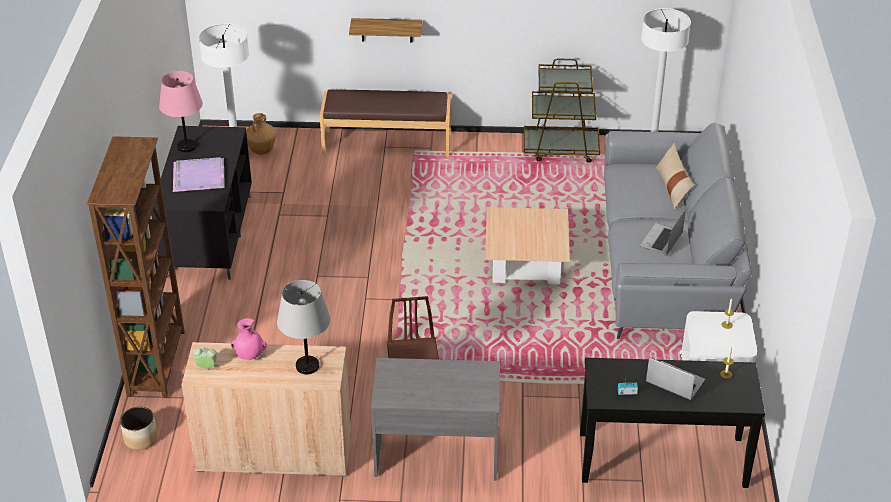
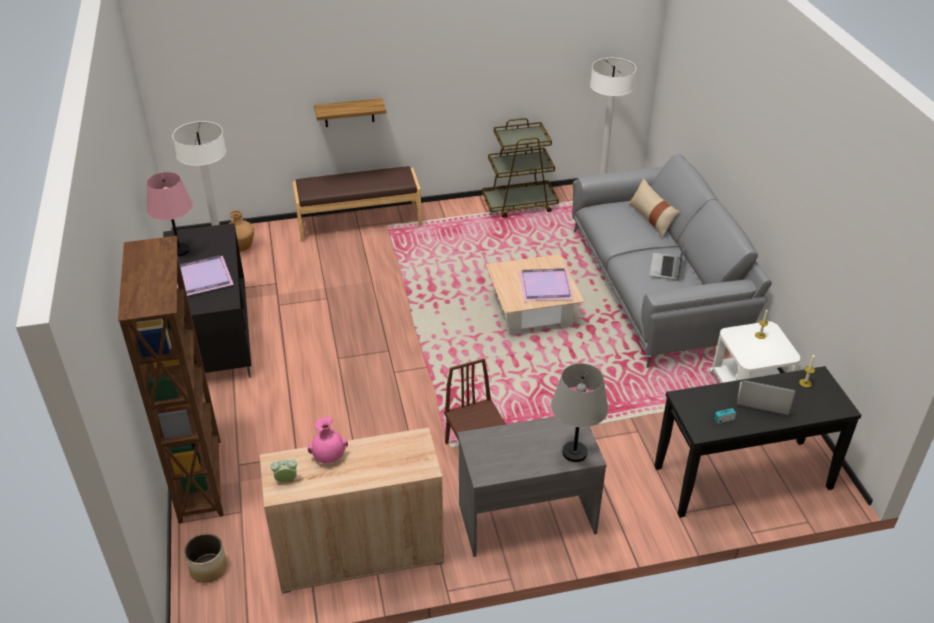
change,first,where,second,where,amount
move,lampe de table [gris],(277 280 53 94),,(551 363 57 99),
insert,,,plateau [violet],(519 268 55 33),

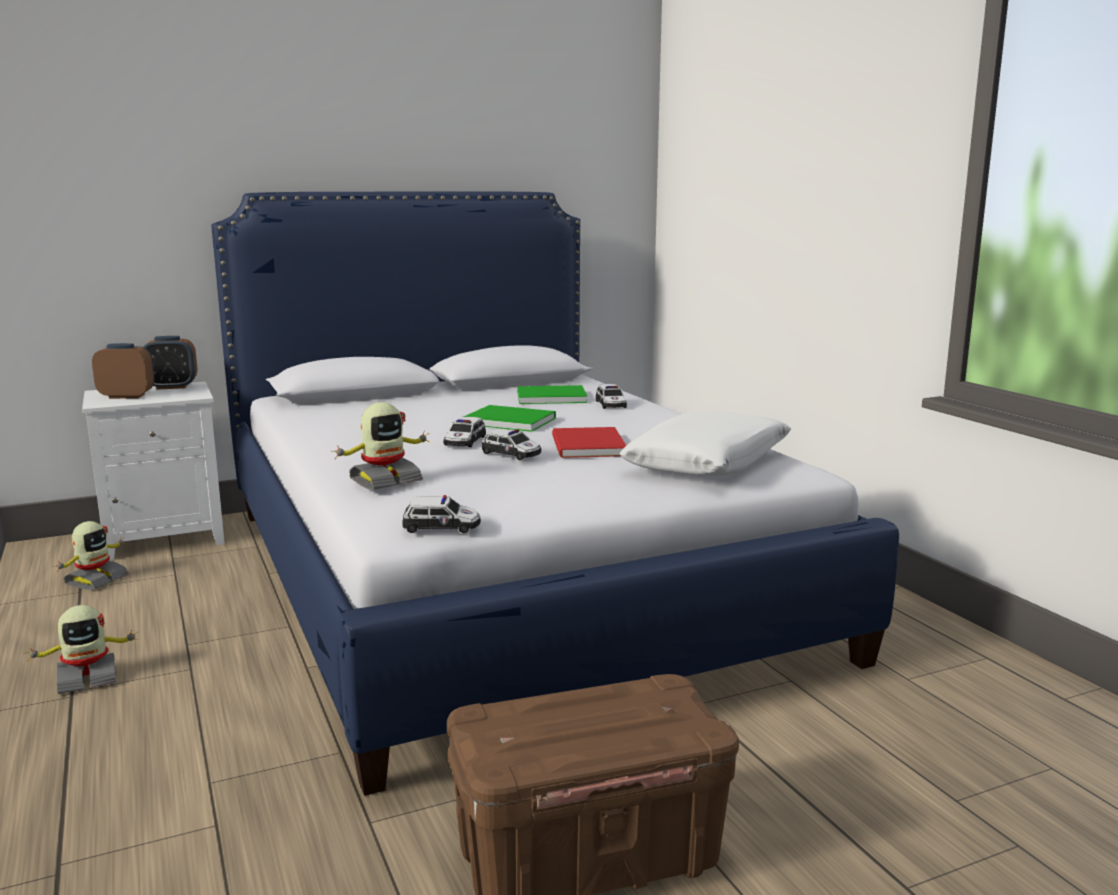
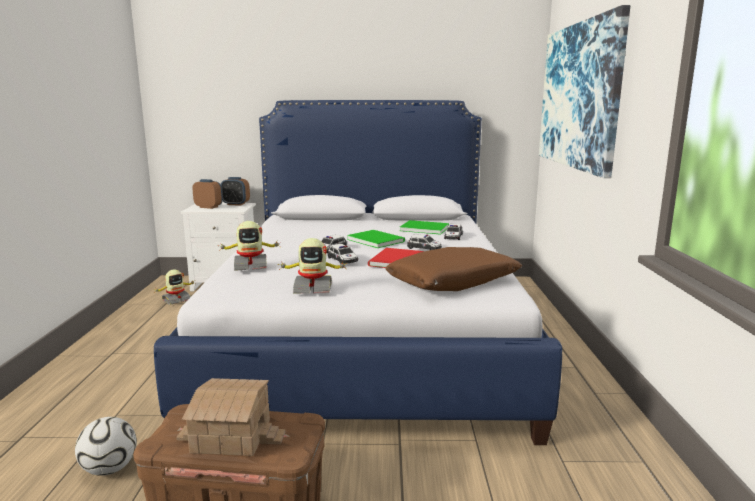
change,first,where,second,where,amount
move,robot jouet,(24 605 114 89),,(277 238 71 55),
move,petite voiture,(402 495 79 38),,(407 234 35 16),
recolor,coussin [blanc],(619 411 172 65),coussin [marron],(385 247 137 44),
insert,,,ballon de foot,(75 417 62 59),
insert,,,maison miniature,(176 378 109 78),
insert,,,tableau,(539 5 91 173),

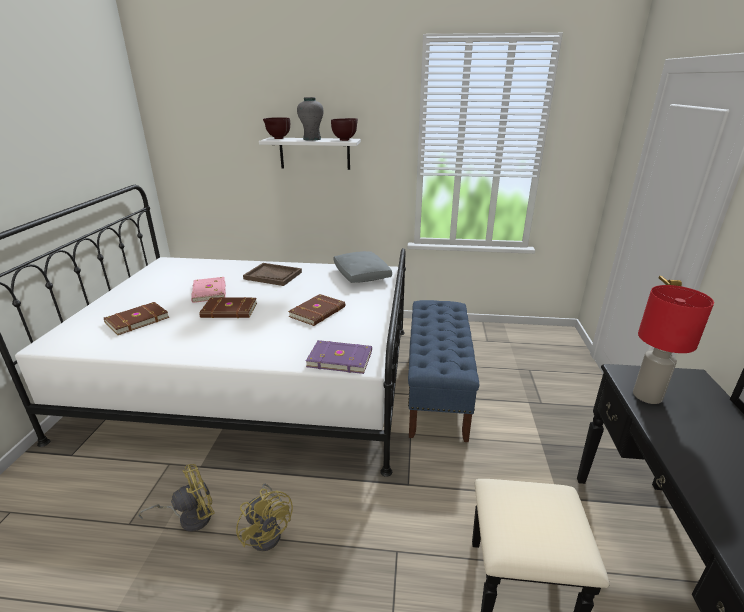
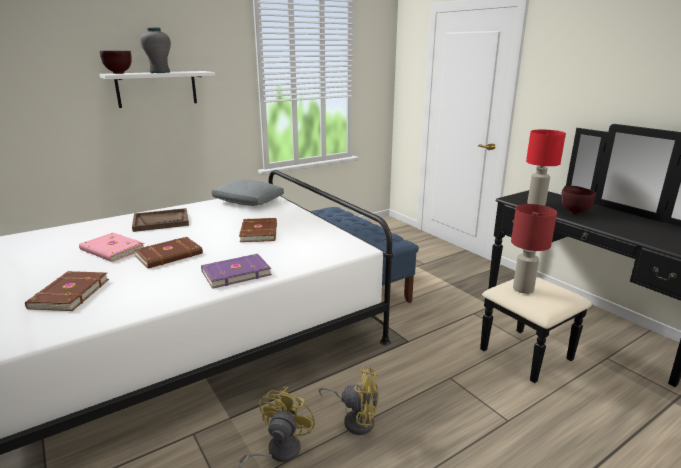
change,first,where,second,where,amount
move,livre [violet],(306 340 66 34),,(201 254 71 35),
move,bol [marron],(331 118 27 23),,(561 186 35 29),
insert,,,lampe de table [rouge],(511 204 46 90),

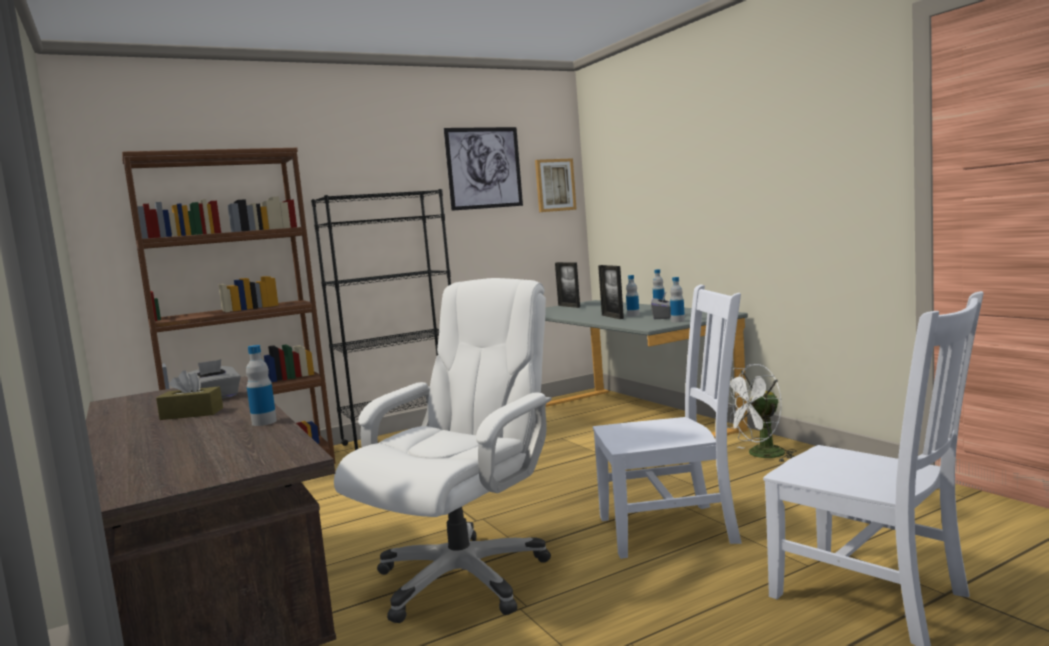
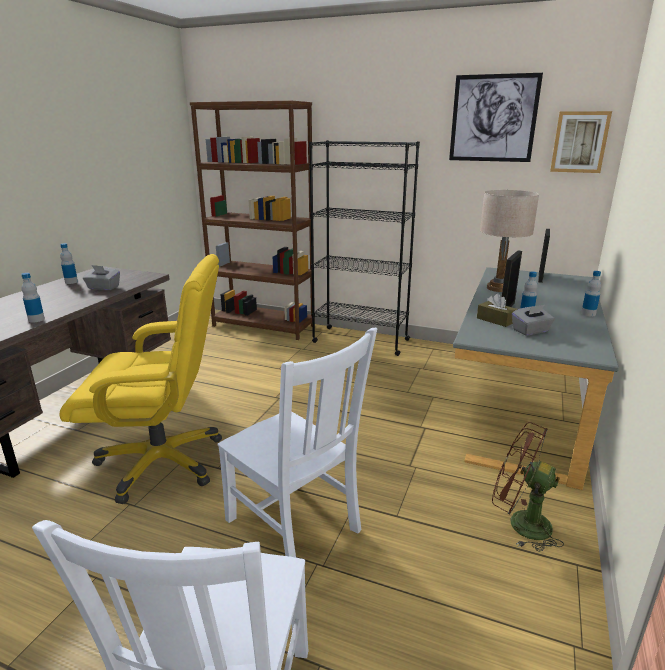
change,first,where,second,where,amount
move,boîte à mouchoirs [marron],(156 370 67 50),,(477 293 40 34),
recolor,chaise de bureau [blanc],(334 278 218 345),chaise de bureau [jaune],(59 254 163 250),
move,bouteille,(670 277 15 45),,(60 243 18 41),
recolor,ventilateur [blanc],(728 364 68 98),ventilateur [marron],(492 422 72 130),
insert,,,lampe de table [beige],(480 190 59 102),

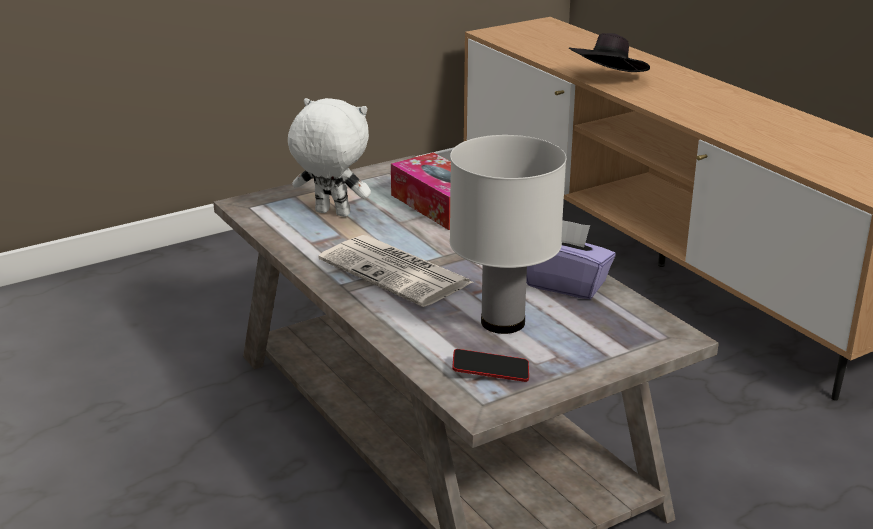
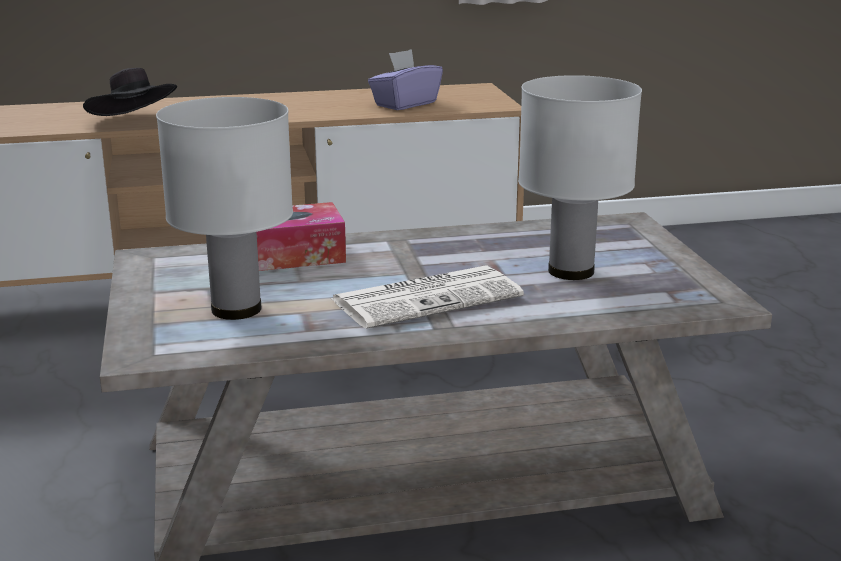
change,first,where,second,where,amount
replace,peluche [blanc],(288 98 83 119),lampe de table [blanc],(156 97 137 223),
delete,téléphone,(452 349 77 33),,,
move,boîte à mouchoirs [violet],(526 221 90 79),,(368 49 75 61),

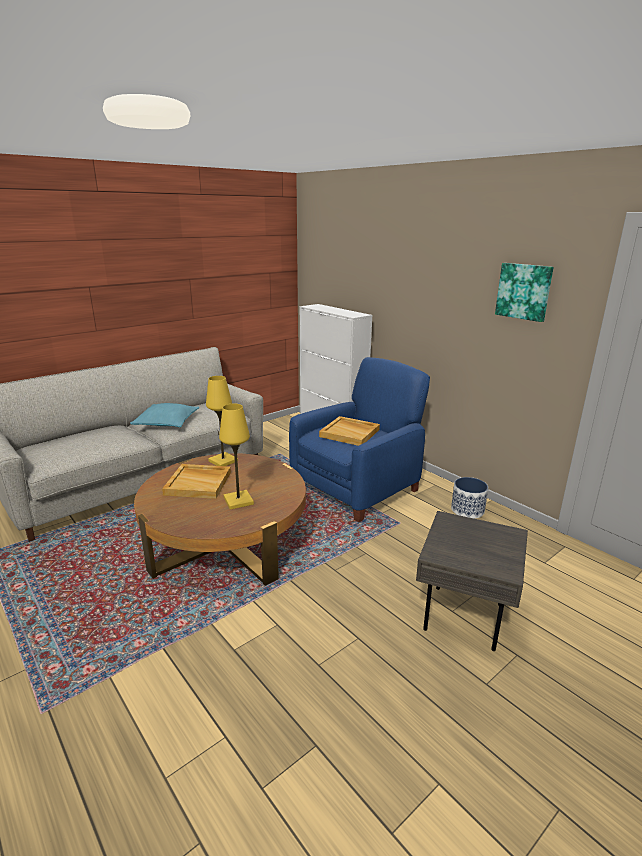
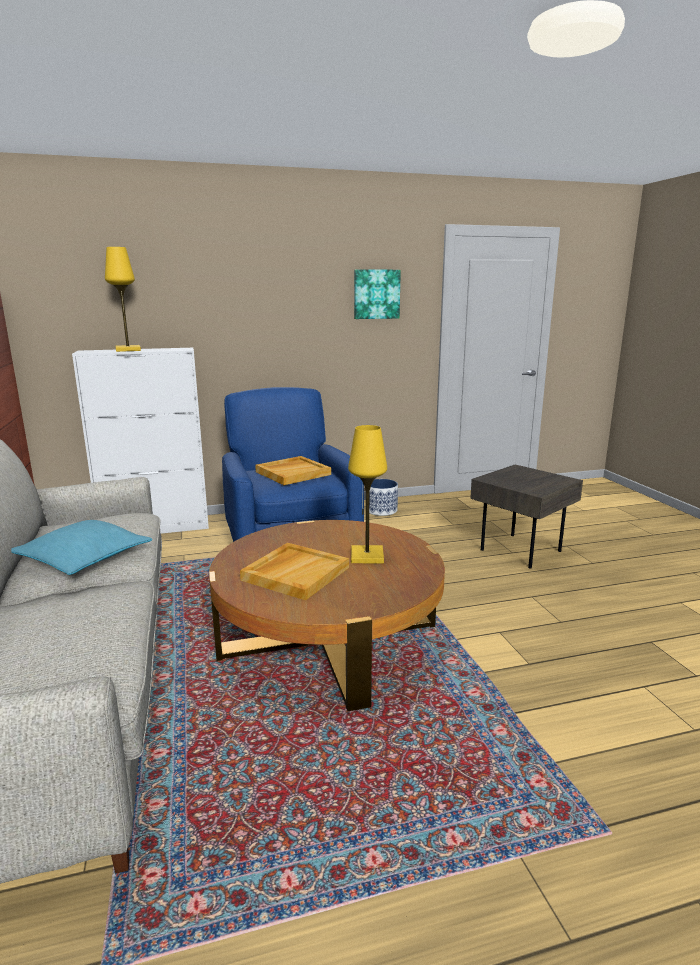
change,first,where,second,where,amount
move,lampe de table [jaune],(206 376 32 90),,(105 247 36 105),

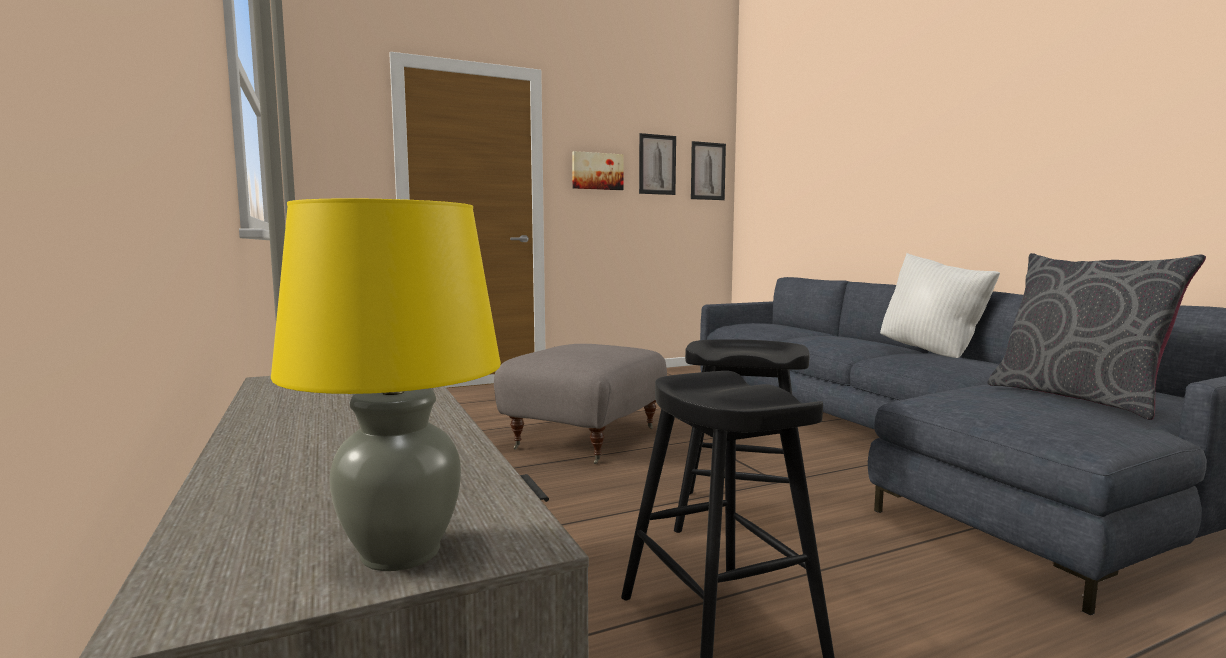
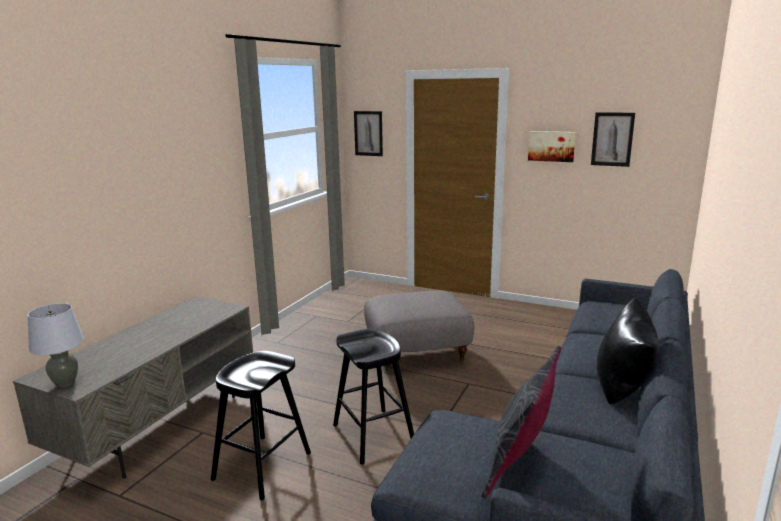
change,first,where,second,where,amount
recolor,lampe de table [jaune],(271 198 230 373),lampe de table [gris],(28 303 56 84),
move,tableau,(691 141 35 59),,(354 111 29 45),
recolor,coussin [blanc],(880 253 120 105),coussin [noir],(597 297 62 107),

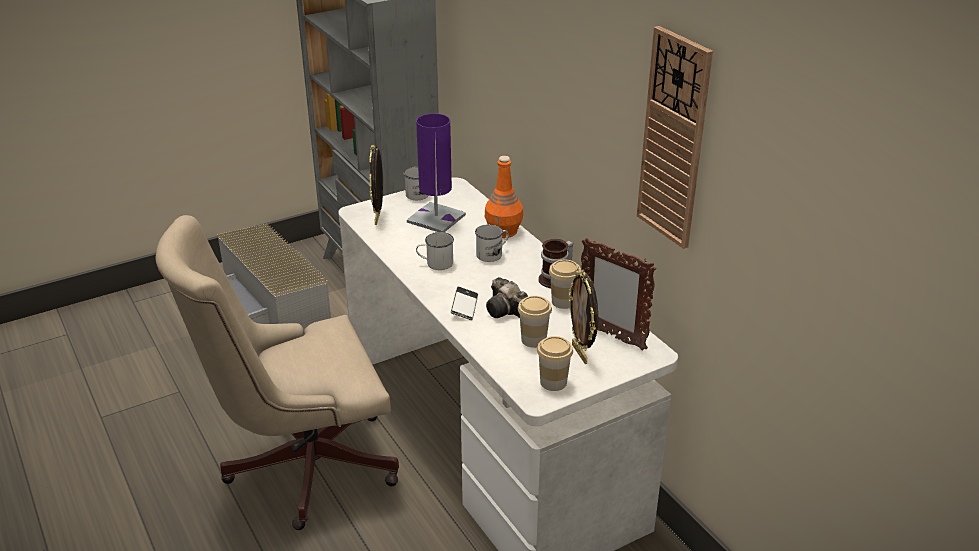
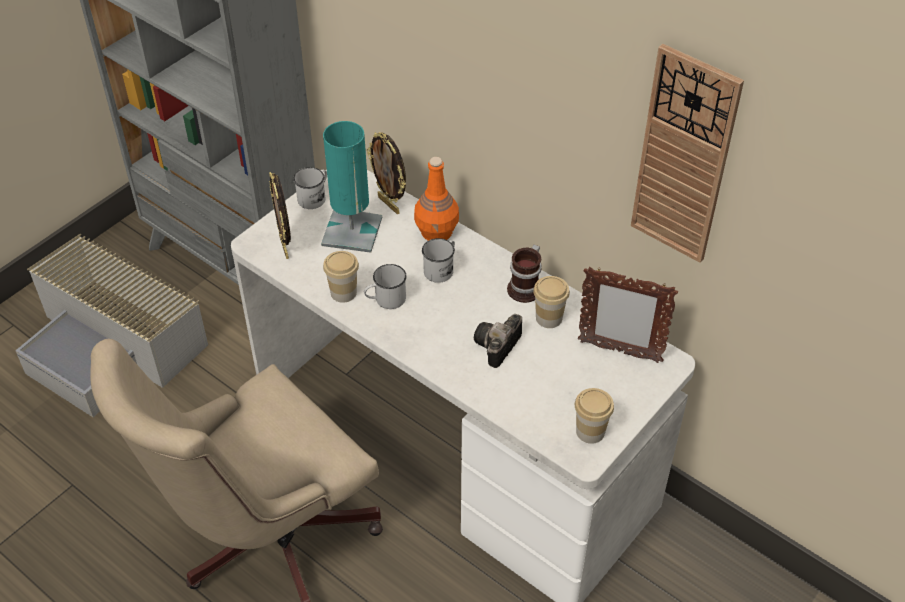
change,first,where,second,where,amount
recolor,lampe de table [violet],(407 113 59 119),lampe de table [turquoise],(321 121 61 132),
delete,téléphone,(451 287 27 33),,,
rotate,appareil photo,(486 277 42 41),,(474 314 48 54),90 degrees clockwise
move,tasse,(518 296 34 52),,(323 251 36 52),
move,cadre photo,(568 270 30 94),,(367 132 39 82),

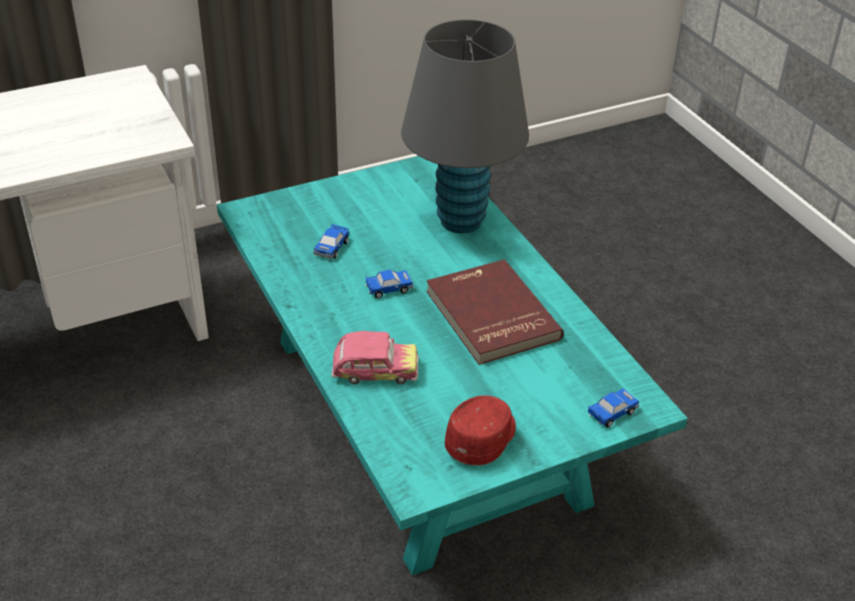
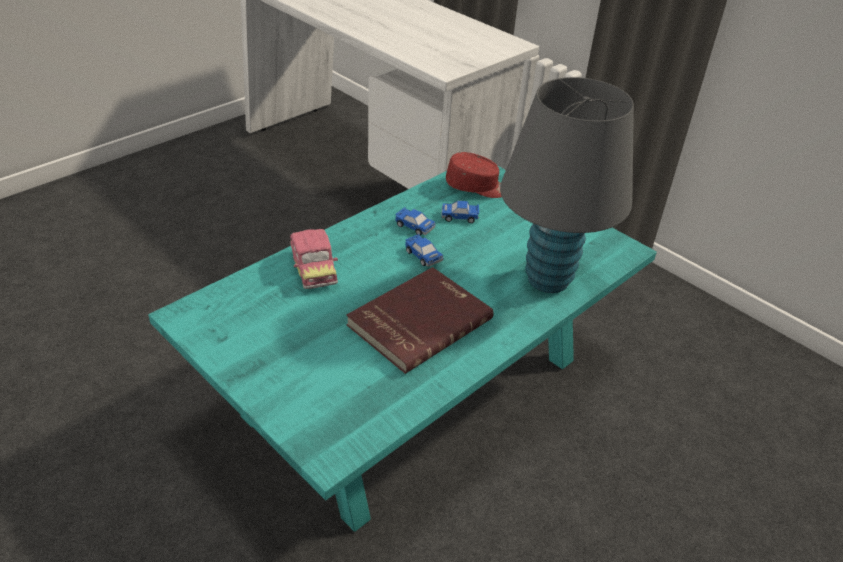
change,first,where,second,where,amount
move,casquette [rouge],(445 395 71 70),,(446 152 56 46),
move,petite voiture,(588 388 51 40),,(395 207 41 29),

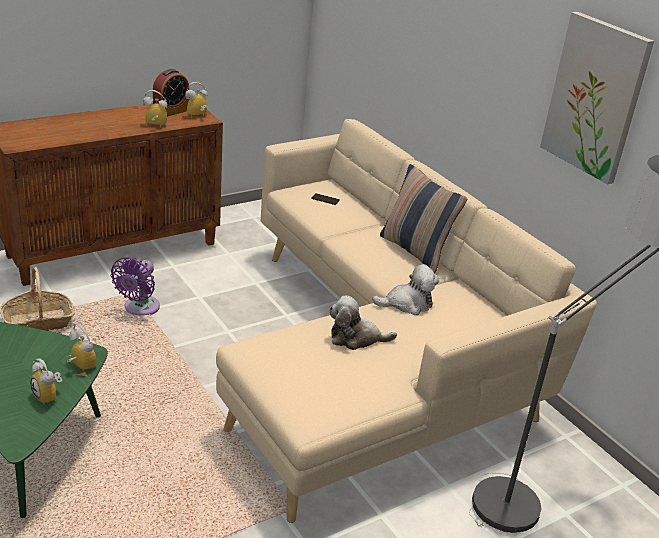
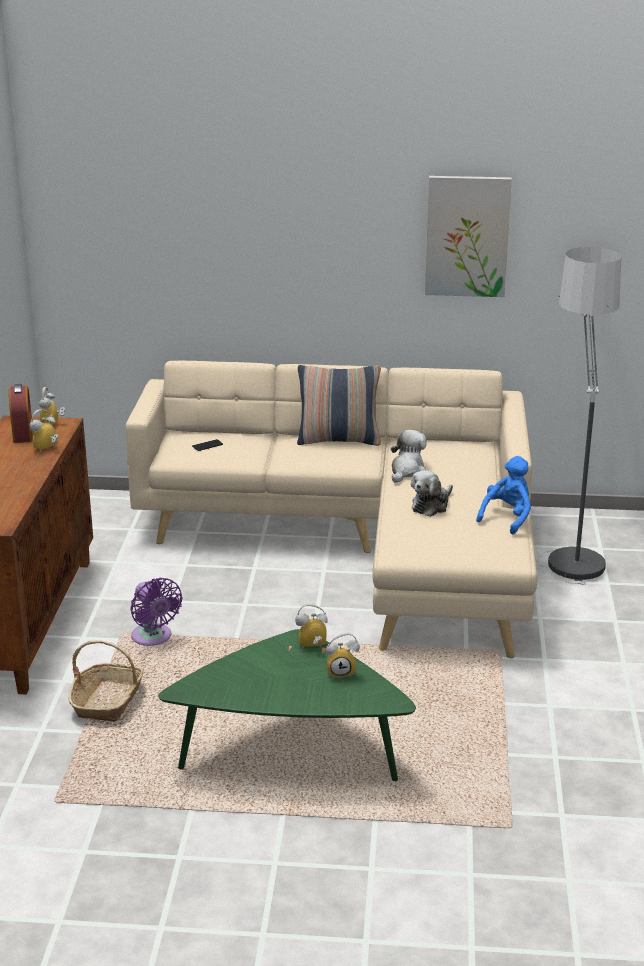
change,first,where,second,where,amount
insert,,,peluche [bleu],(476 456 55 78),

